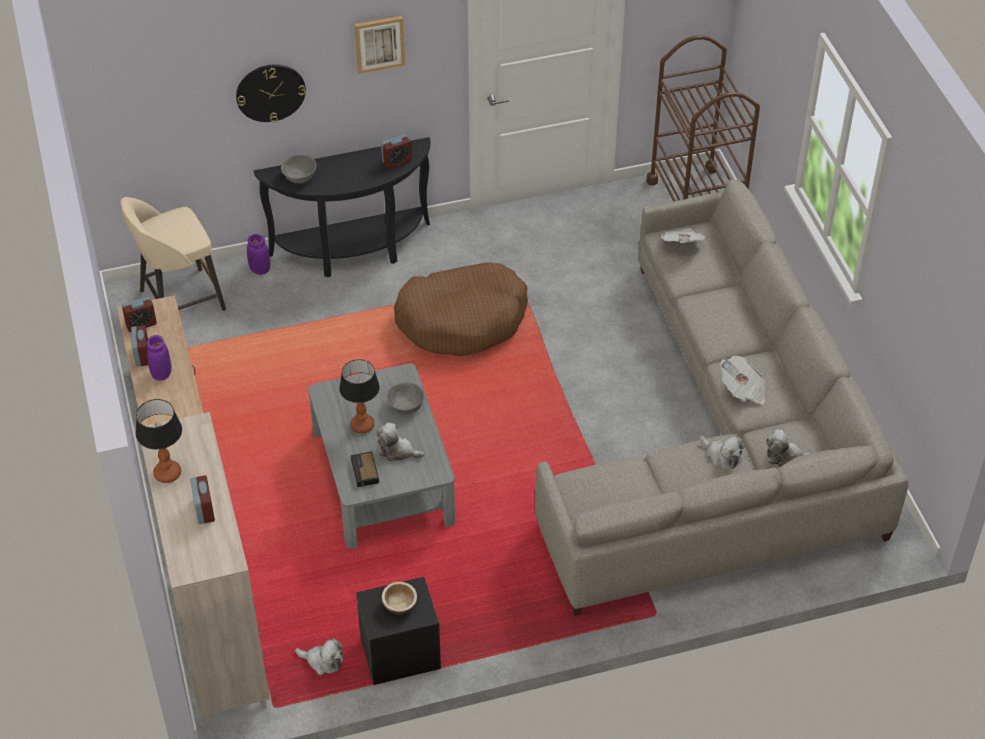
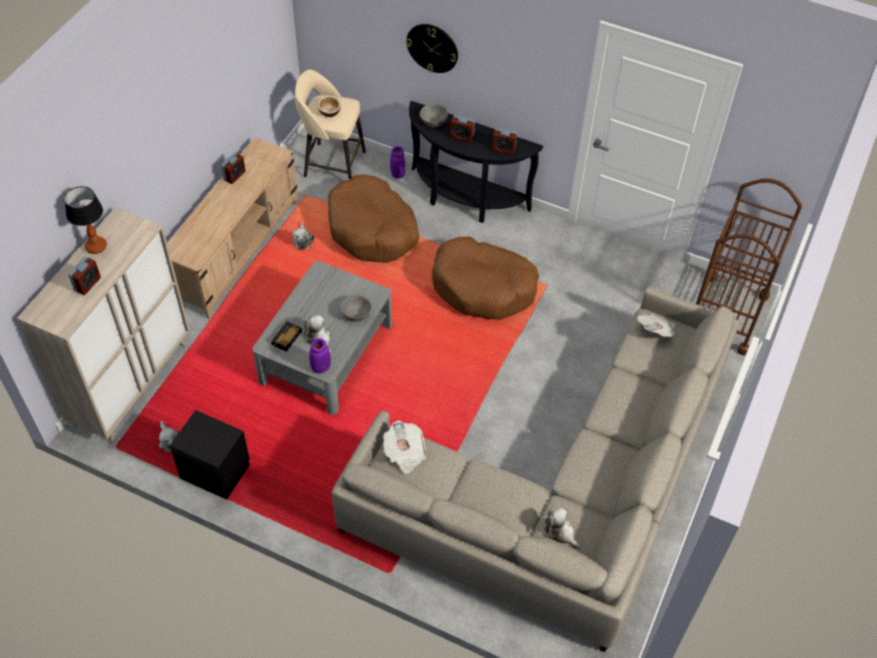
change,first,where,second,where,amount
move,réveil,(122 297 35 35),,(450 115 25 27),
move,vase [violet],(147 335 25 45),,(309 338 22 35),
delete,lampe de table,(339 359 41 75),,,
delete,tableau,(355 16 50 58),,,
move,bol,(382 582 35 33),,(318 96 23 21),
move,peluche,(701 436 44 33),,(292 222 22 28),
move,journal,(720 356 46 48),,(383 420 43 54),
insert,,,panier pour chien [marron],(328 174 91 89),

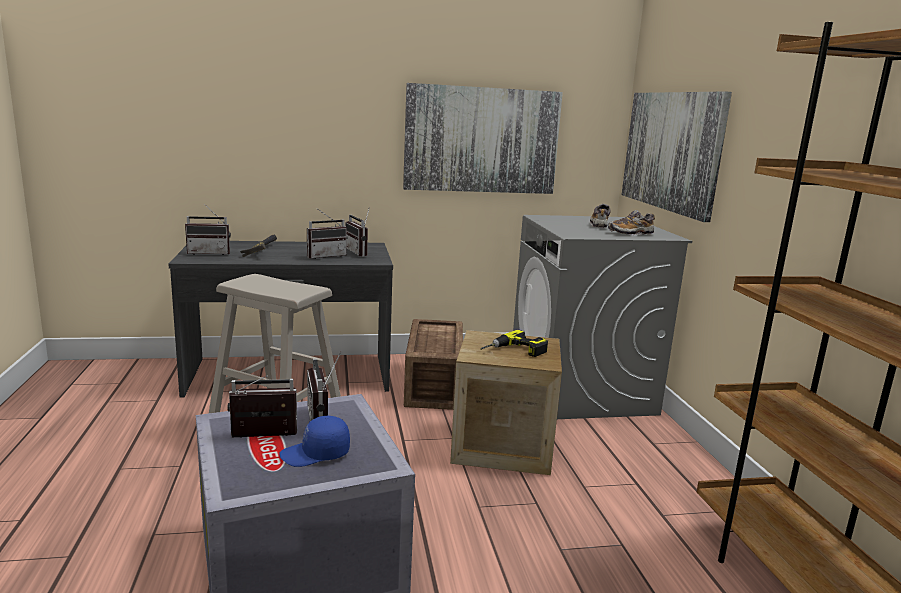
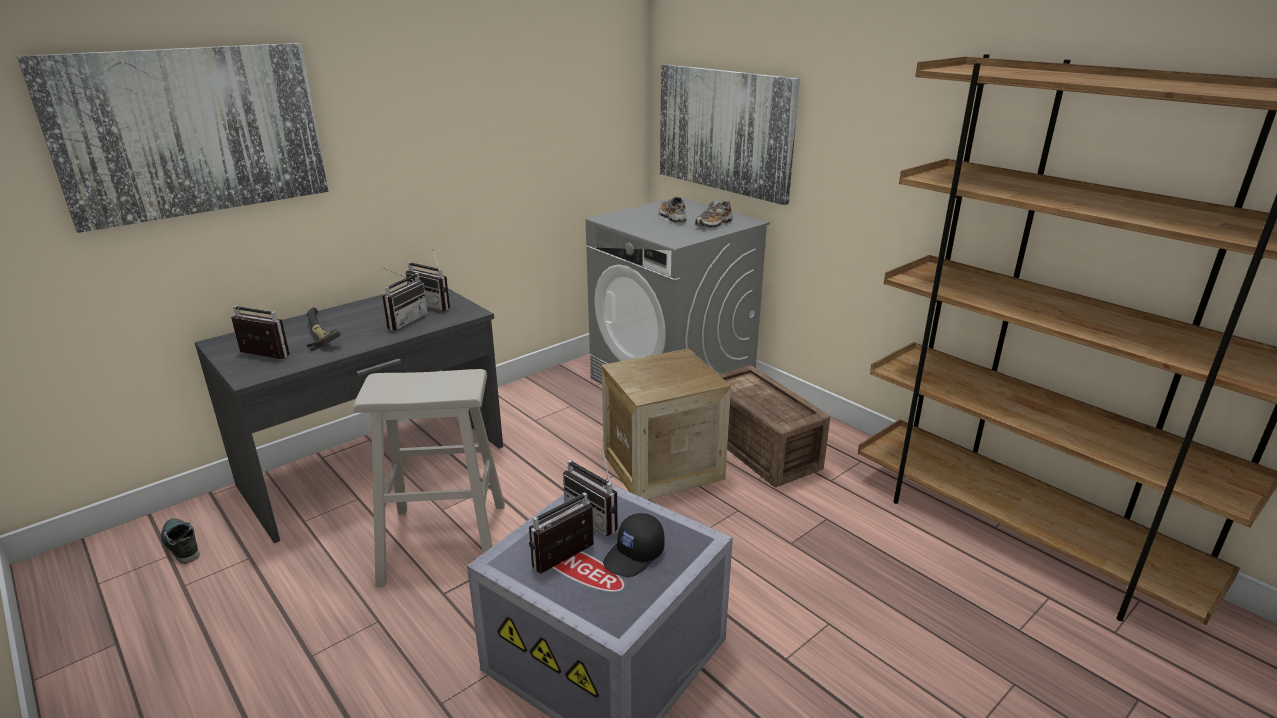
change,first,where,second,where,amount
rotate,radio,(185 204 46 51),,(231 305 59 54),120 degrees counterclockwise
recolor,casquette [bleu],(279 416 71 51),casquette [noir],(603 513 61 64),
move,tableau,(403 83 160 111),,(17 43 312 190),
move,caisse,(404 319 59 91),,(718 365 112 122),
delete,perceuse,(480 330 68 27),,,
insert,,,chaussure,(161 518 39 46),

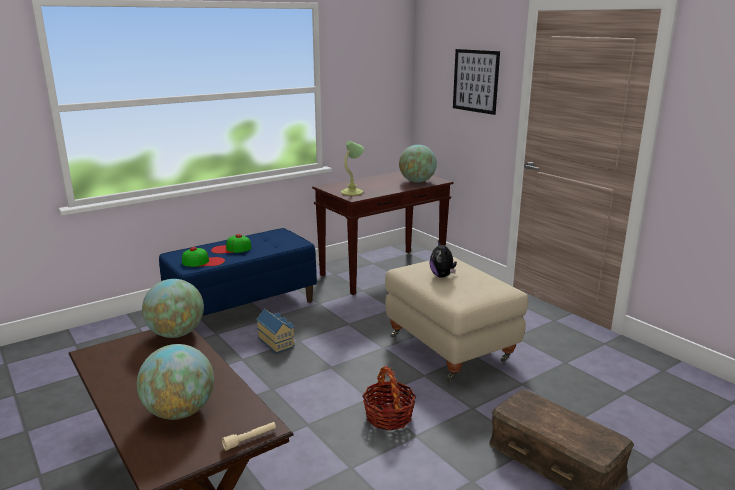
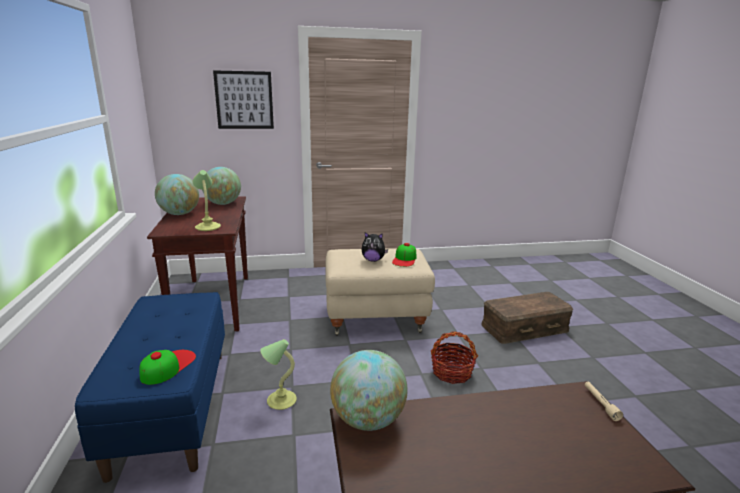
change,first,where,second,where,amount
move,globe,(137 344 77 76),,(155 174 44 41),
move,casquette,(211 234 40 20),,(392 243 24 24),
replace,maison miniature,(256 309 39 45),lampe de table,(260 339 37 71),

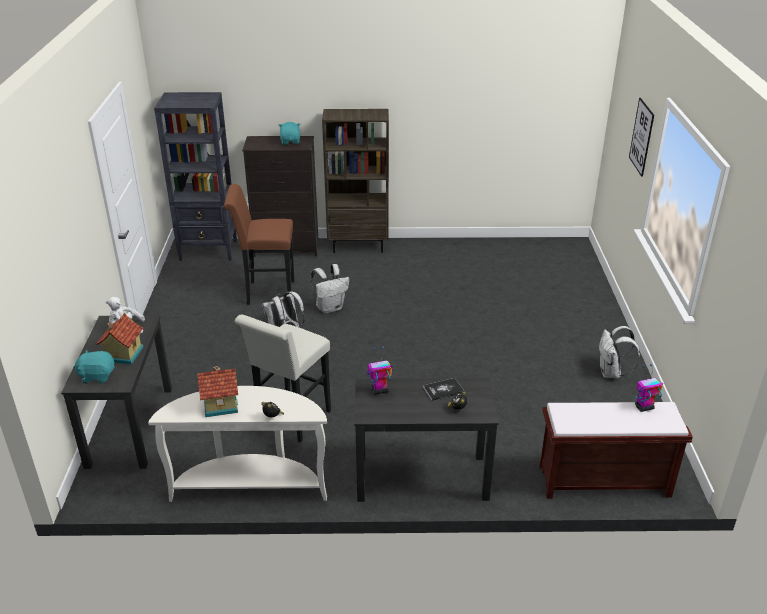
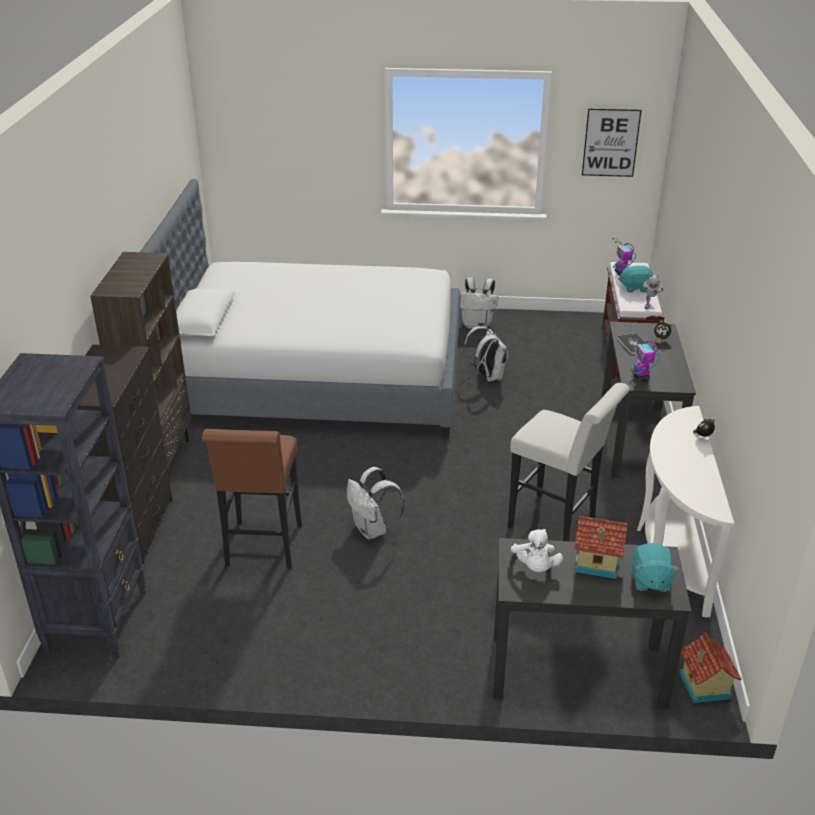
change,first,where,second,where,amount
move,maison miniature,(197 366 41 51),,(679 633 63 70),
move,peluche [turquoise],(279 122 21 23),,(618 265 35 27),
move,sac à dos [blanc],(311 264 38 50),,(463 326 46 56),
move,tableau,(629 98 25 79),,(582 108 60 69),
insert,,,lit,(140 179 320 259),
insert,,,robot jouet,(643 275 21 34),

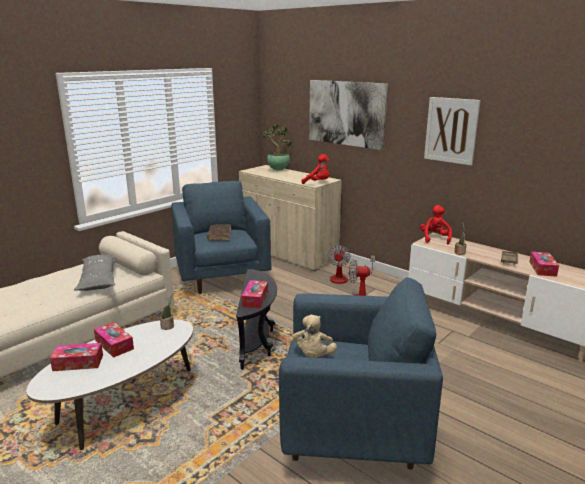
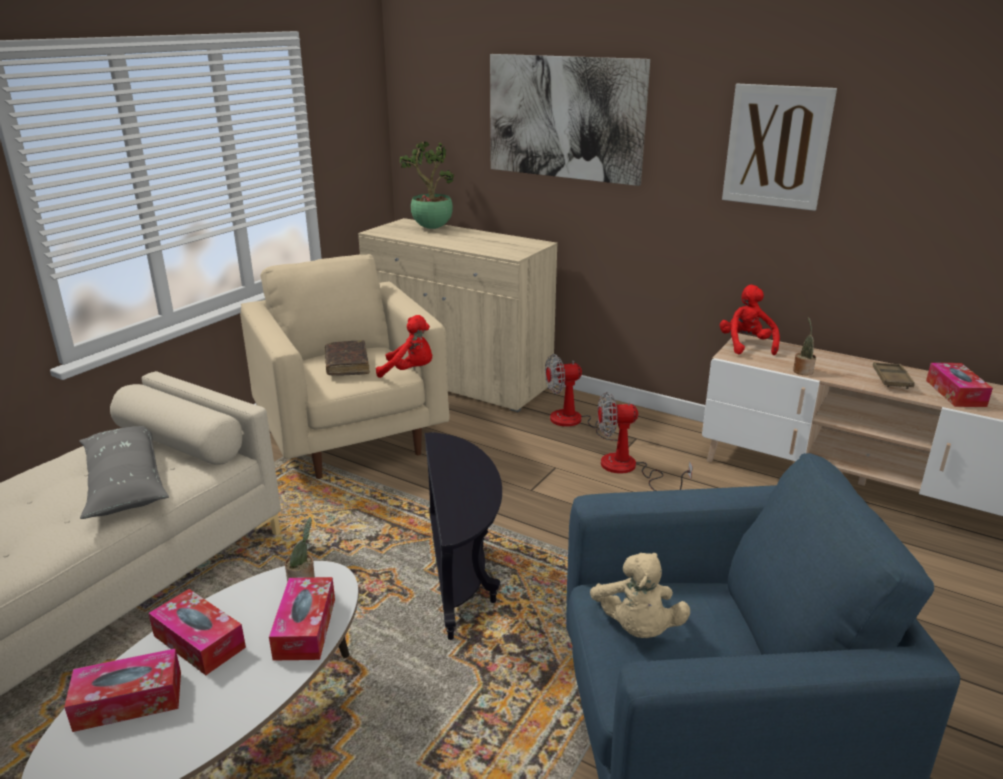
change,first,where,second,where,amount
recolor,fauteuil [bleu],(171 181 101 113),fauteuil [beige],(240 254 210 225),
move,boîte à mouchoirs,(241 280 27 29),,(269 577 66 84),
move,peluche [rouge],(302 154 27 30),,(376 315 56 63),
rotate,ventilateur,(327 245 48 39),,(545 354 90 87),75 degrees clockwise

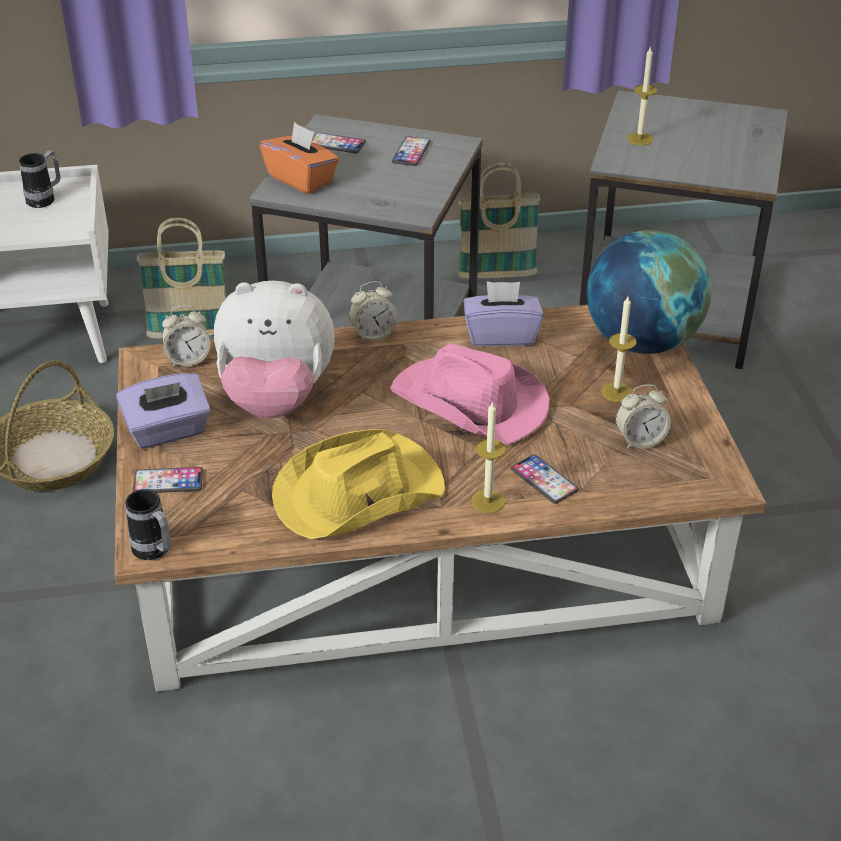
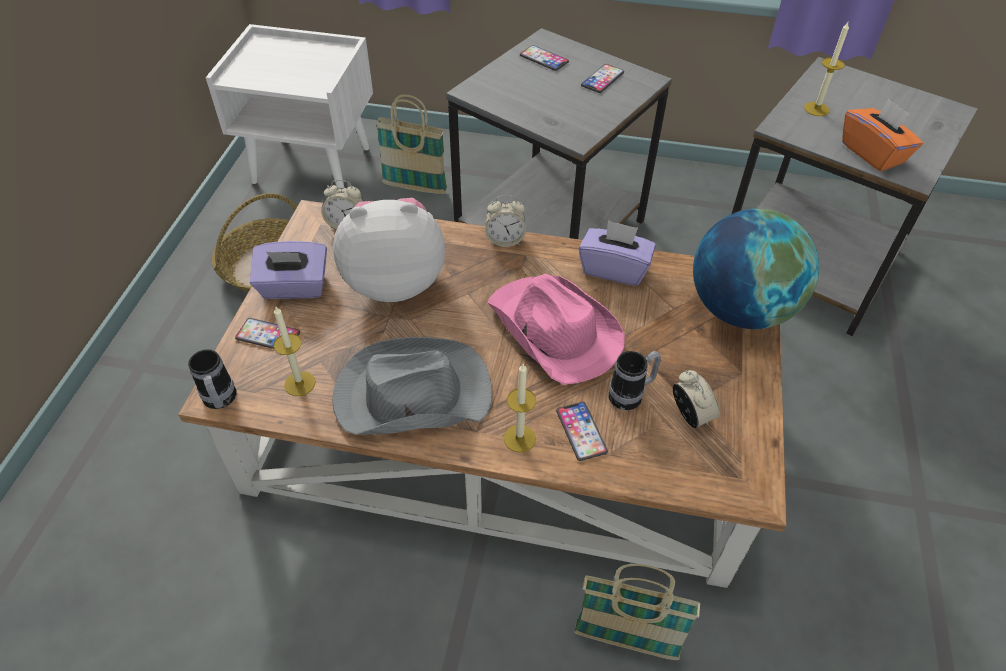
change,first,where,second,where,amount
move,mug,(19 150 41 58),,(608 351 53 59),
rotate,peluche,(214 281 121 138),,(333 198 112 104),150 degrees clockwise
move,boîte à mouchoirs [orange],(260 122 79 72),,(842 99 81 73),
recolor,chapeau [jaune],(272 429 173 110),chapeau [gris],(332 337 160 98),
move,panier,(458 162 83 117),,(574 564 127 96),
move,bougie,(601 297 36 105),,(273 307 43 89),
rotate,réveil,(615 384 56 65),,(673 370 47 58),120 degrees counterclockwise

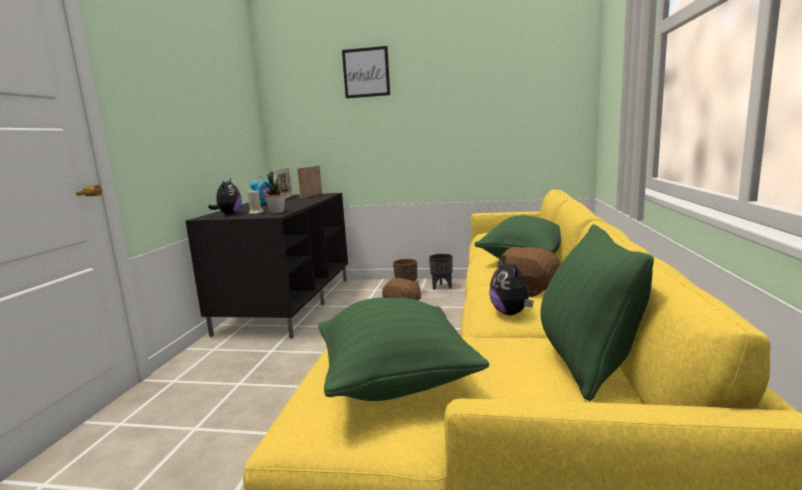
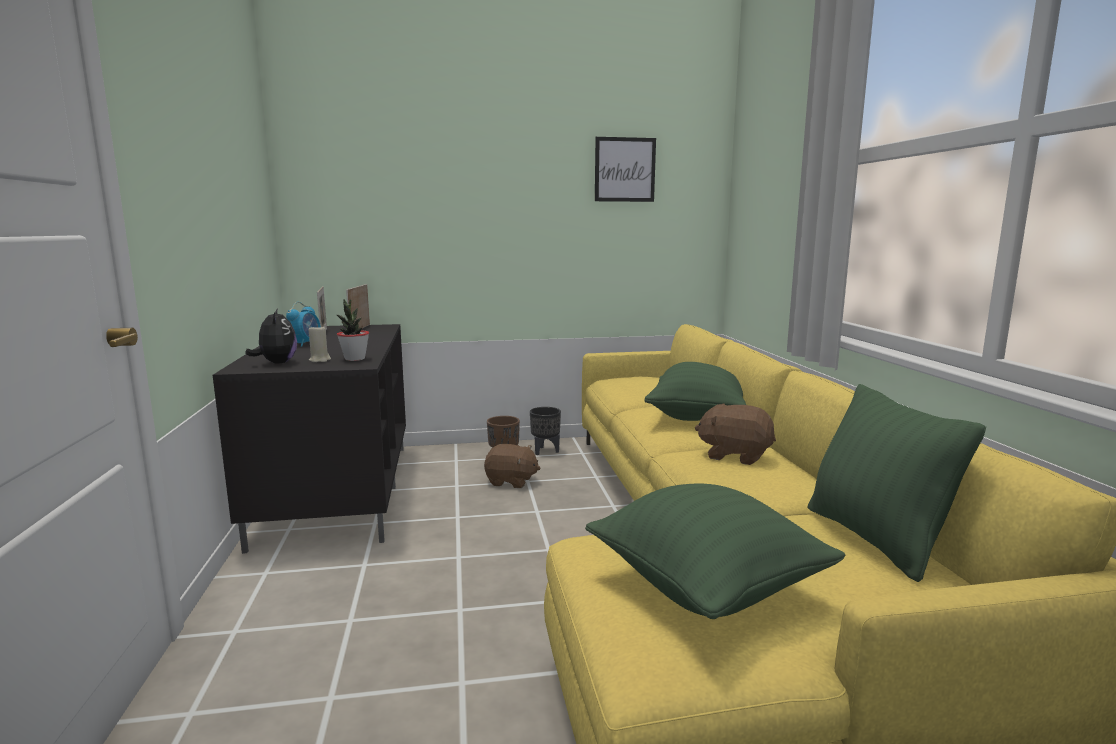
change,first,where,second,where,amount
move,tableau,(342 46 48 52),,(595 137 61 65),
delete,peluche,(489 258 44 57),,,

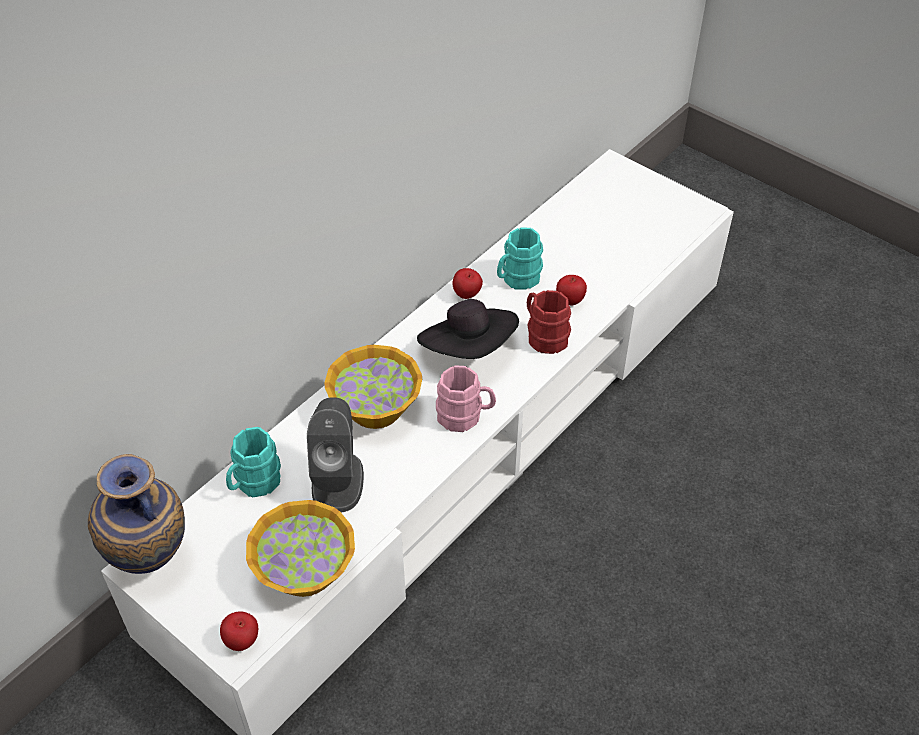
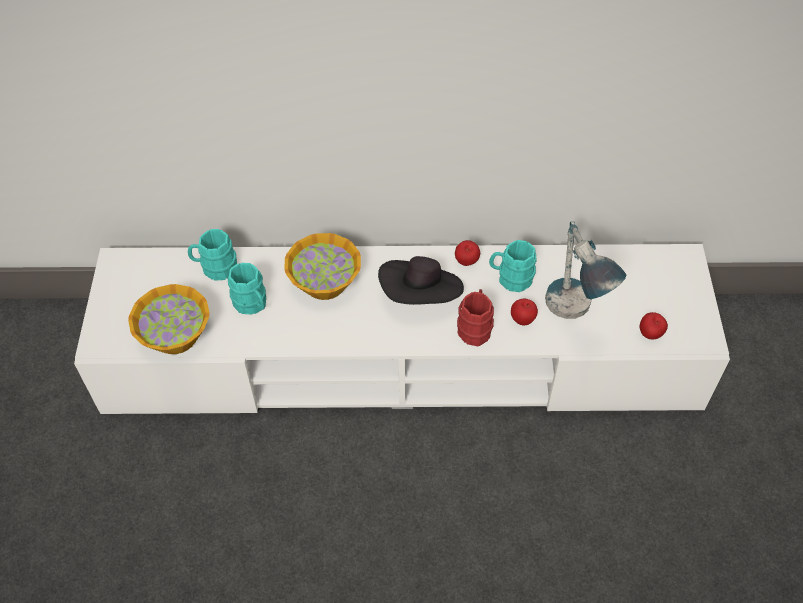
change,first,where,second,where,amount
delete,vase,(88 454 97 120),,,
move,pomme,(220 611 38 40),,(640 312 28 27),
replace,enceinte [gris],(307 397 57 116),mug [turquoise],(228 263 38 51),
delete,mug [rose],(436 365 60 67),,,
insert,,,lampe de table,(545 221 81 98),

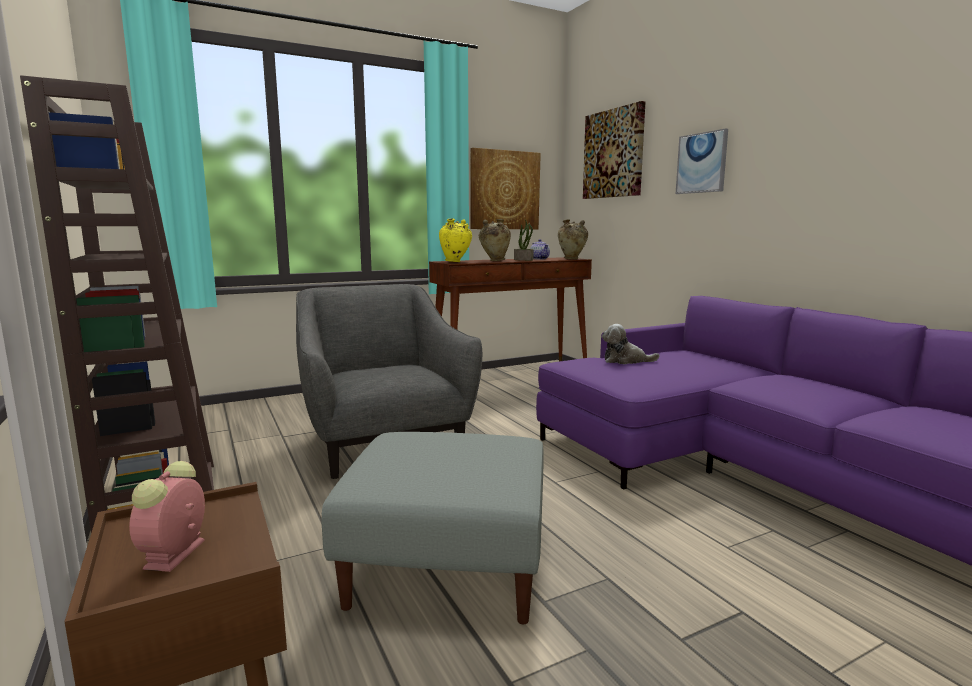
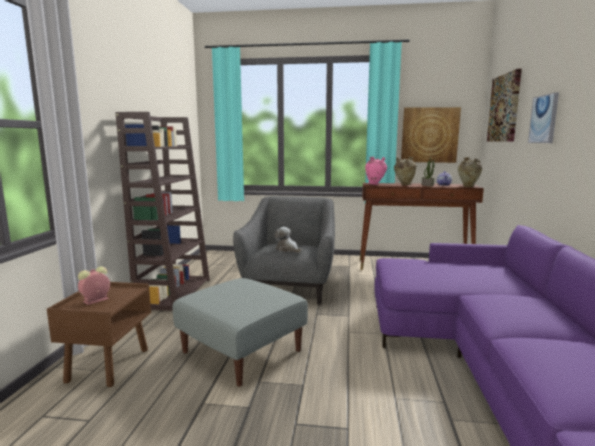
change,first,where,second,where,amount
recolor,vase [jaune],(439 219 33 43),vase [rose],(365 157 22 28),
move,peluche,(602 324 58 40),,(275 227 27 26),

